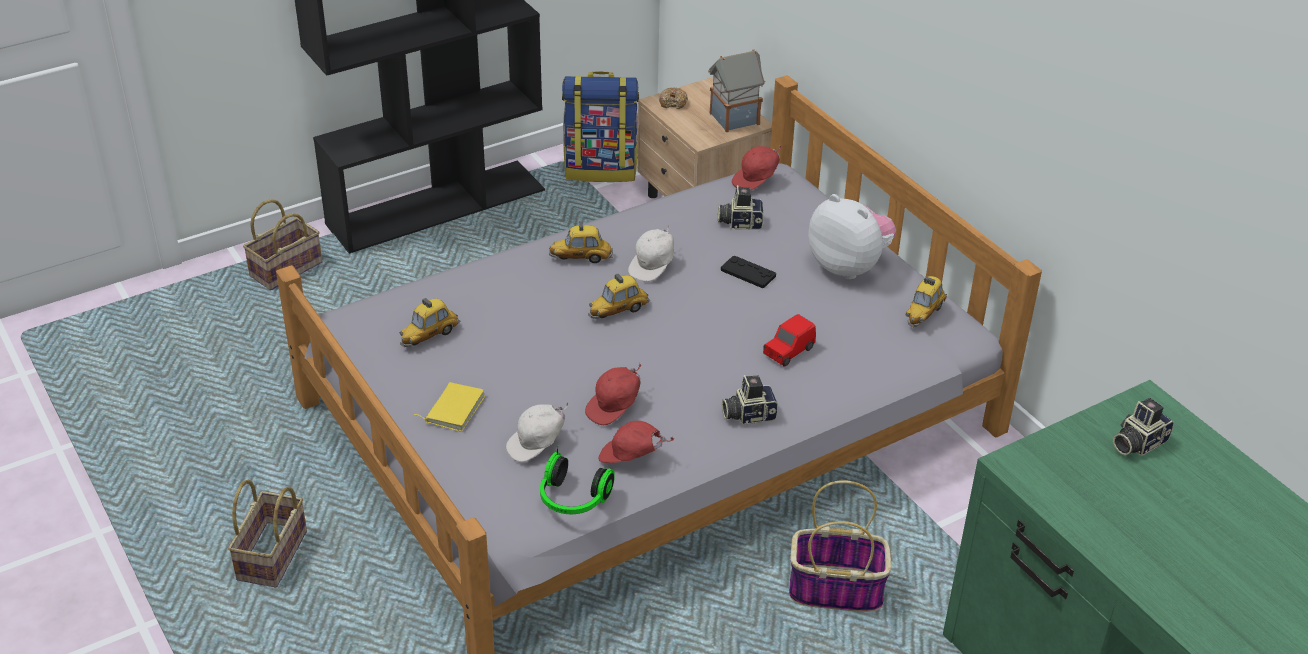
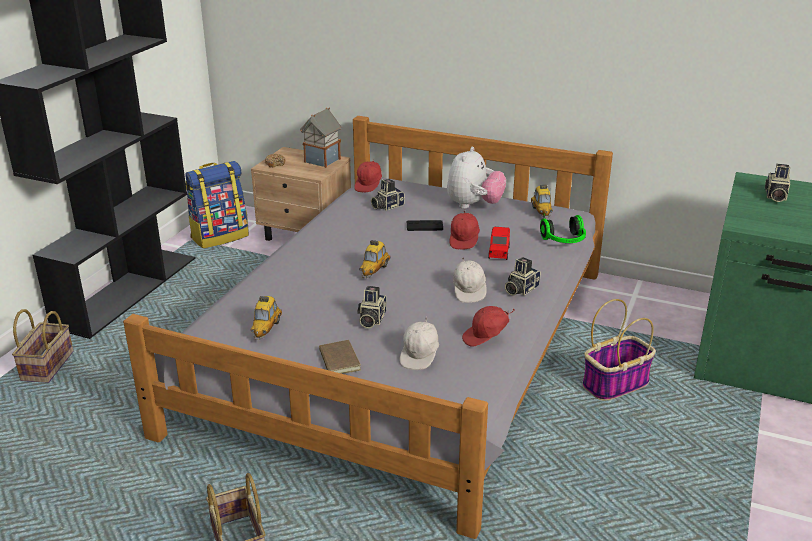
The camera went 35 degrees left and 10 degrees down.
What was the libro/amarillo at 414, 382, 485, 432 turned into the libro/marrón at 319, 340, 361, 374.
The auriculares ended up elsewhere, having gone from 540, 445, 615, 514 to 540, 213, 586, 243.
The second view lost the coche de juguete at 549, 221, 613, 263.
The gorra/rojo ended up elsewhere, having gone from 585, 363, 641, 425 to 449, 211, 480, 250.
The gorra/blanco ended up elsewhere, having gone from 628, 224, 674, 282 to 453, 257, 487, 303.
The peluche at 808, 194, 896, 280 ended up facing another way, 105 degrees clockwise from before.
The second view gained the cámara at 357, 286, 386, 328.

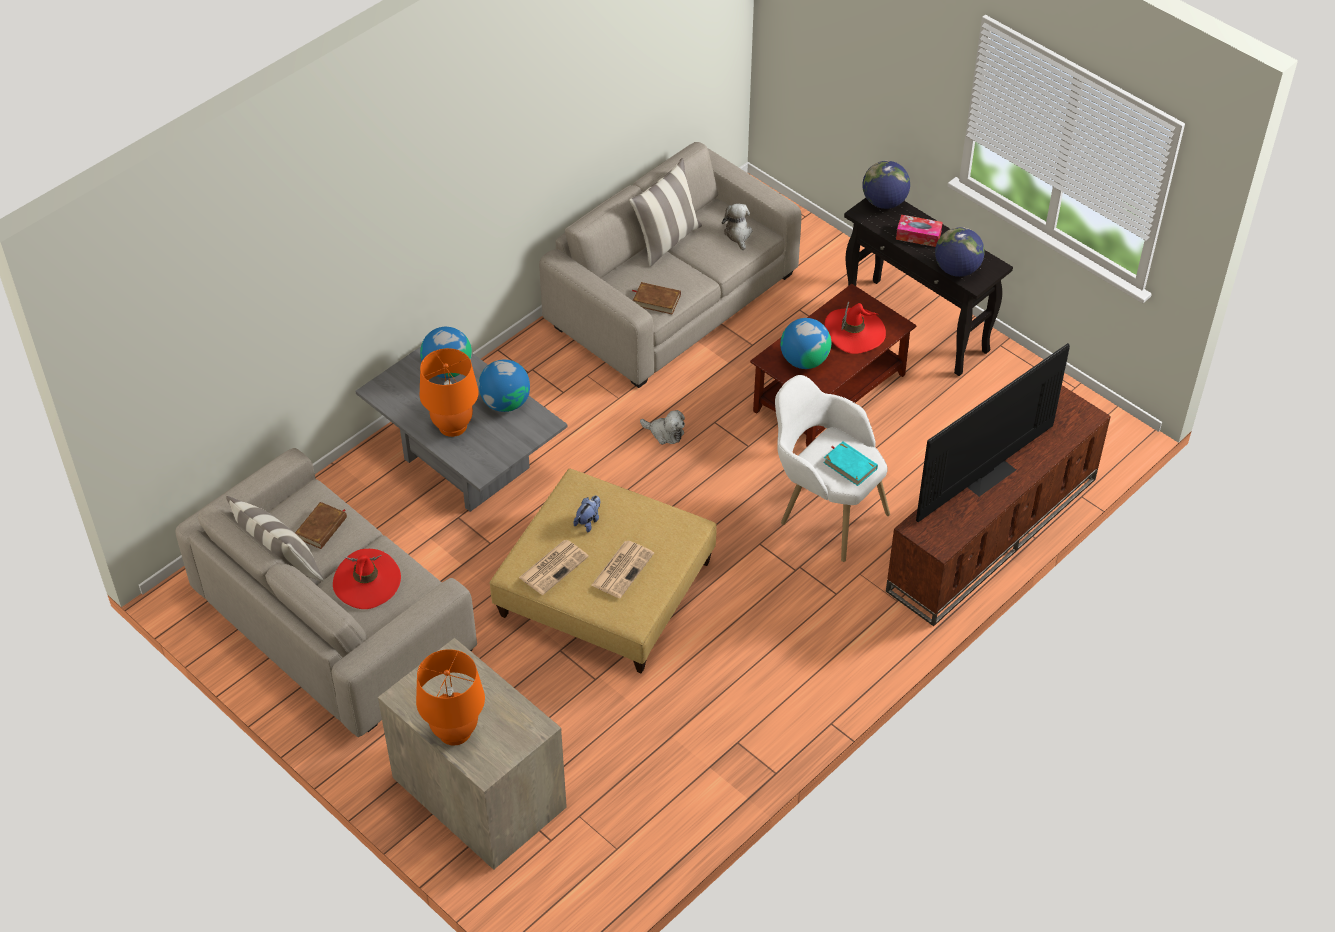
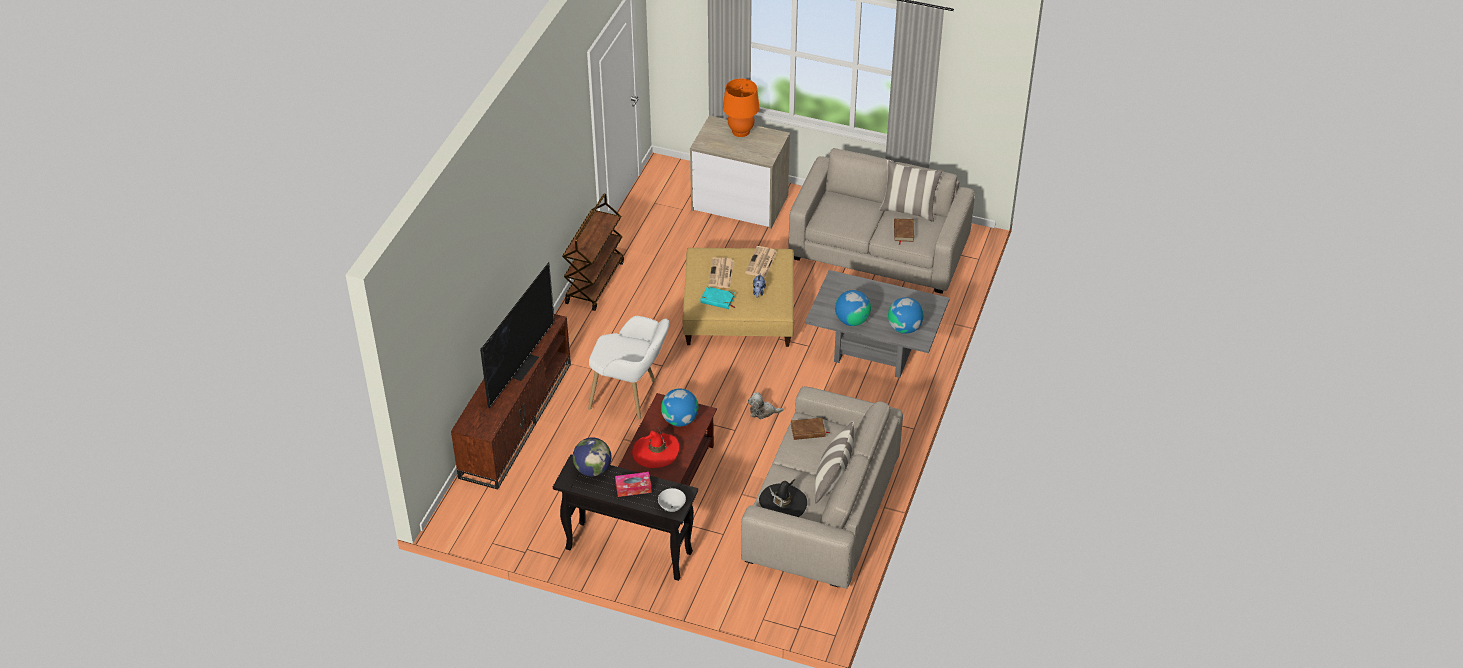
The camera went 155 degrees right and 5 degrees down.
The second view lost the sombrero/rojo at 333, 549, 401, 609.
The second view lost the lámpara de mesa/naranja at 420, 348, 479, 437.
Where the peluche stood at 722, 203, 752, 250, the sombrero/negro came to stand at 759, 479, 807, 517.
The libro/turquesa ended up elsewhere, having gone from 823, 441, 878, 486 to 700, 286, 735, 309.
Where the globo terráqueo stood at 862, 161, 910, 209, the cuenco/blanco came to stand at 658, 488, 686, 512.
The second view gained the carrito/marrón at 562, 194, 624, 311.

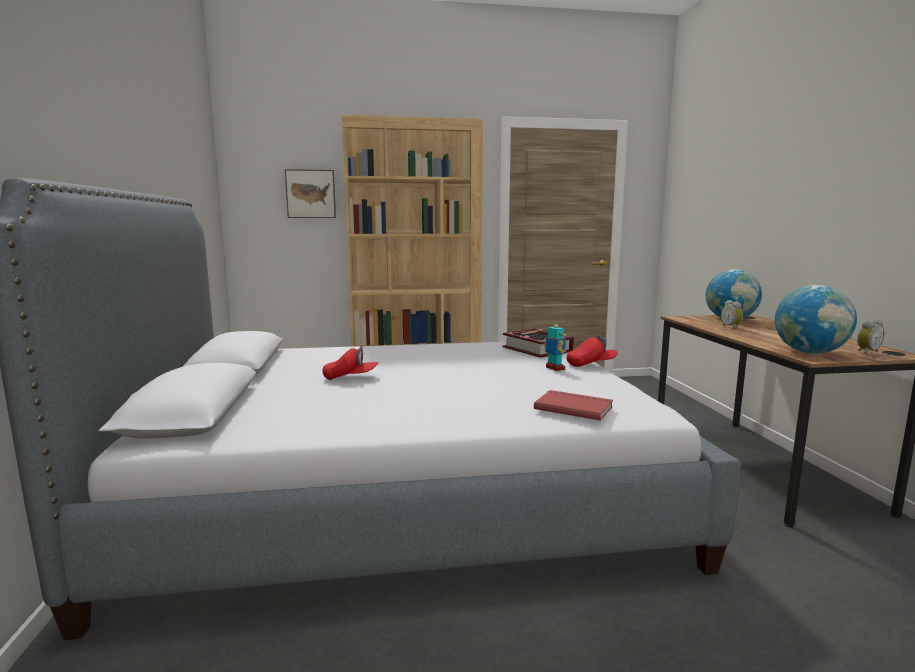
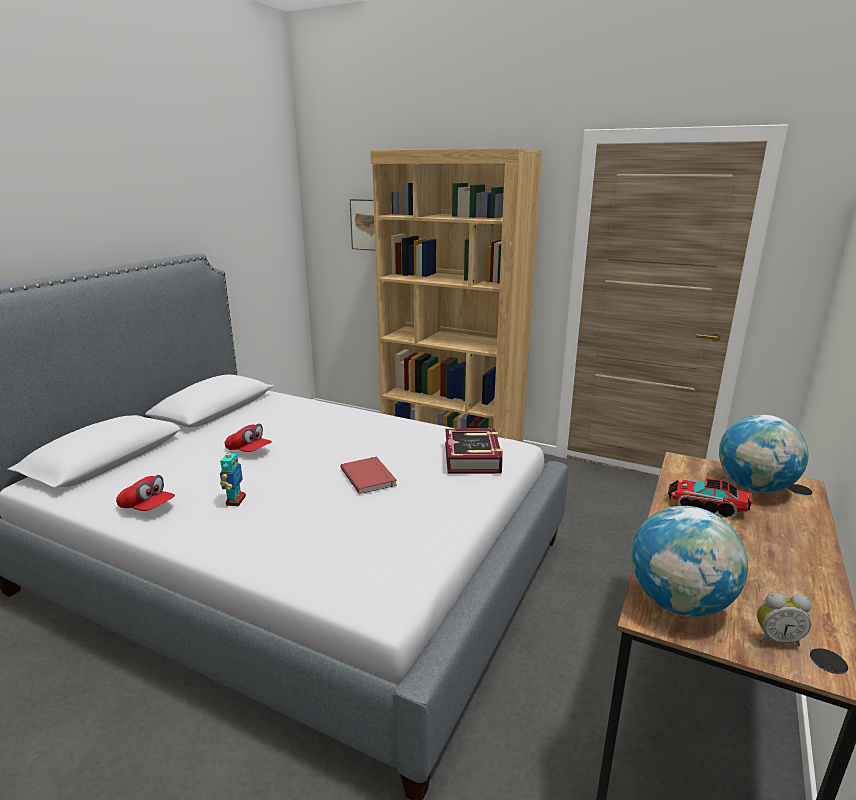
The camera went 35 degrees right and 10 degrees up.
The libro/rojo ended up elsewhere, having gone from 534, 390, 613, 421 to 341, 457, 397, 494.
The robot de juguete ended up elsewhere, having gone from 544, 319, 566, 371 to 220, 453, 246, 506.
The gorra/rojo ended up elsewhere, having gone from 567, 335, 618, 367 to 116, 475, 175, 511.
Where the despertador stood at 721, 300, 743, 329, the camión de juguete came to stand at 667, 477, 753, 518.

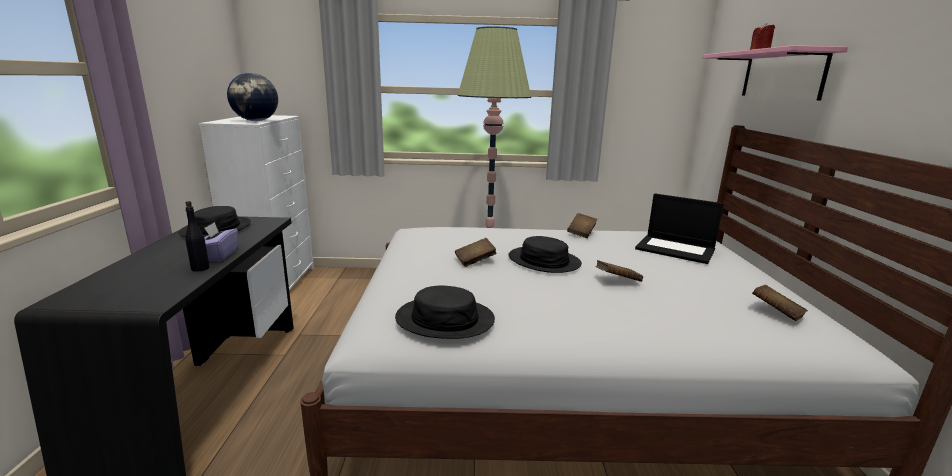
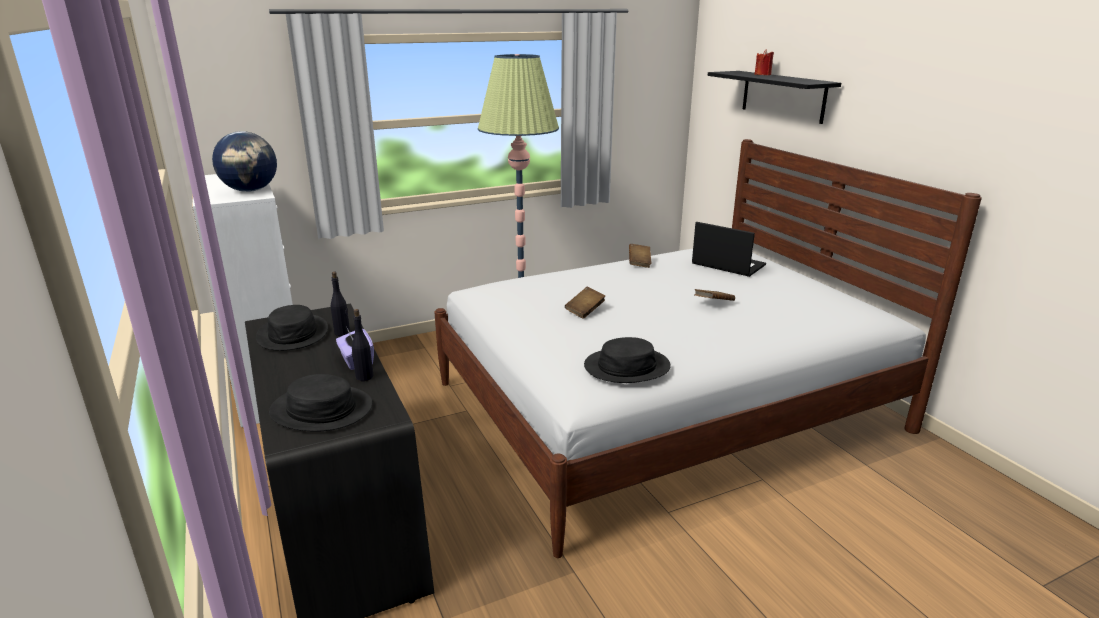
The camera went 25 degrees left and 5 degrees up.
The sombrero/negro ended up elsewhere, having gone from 508, 236, 582, 273 to 269, 374, 372, 432.
The portátil at 635, 194, 724, 264 ended up facing another way, 150 degrees counterclockwise from before.
What was the estante/rosa at 703, 45, 848, 101 turned into the estante/negro at 708, 71, 841, 124.
The second view lost the libro/marrón at 752, 285, 808, 321.
The second view gained the botella/negro at 331, 272, 350, 336.

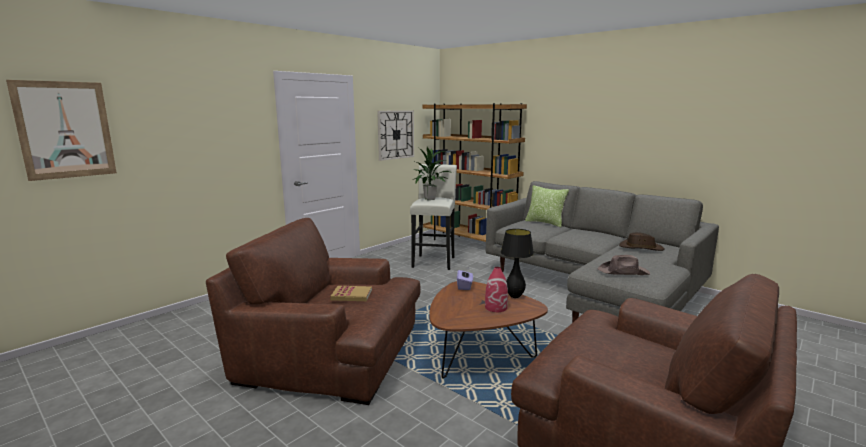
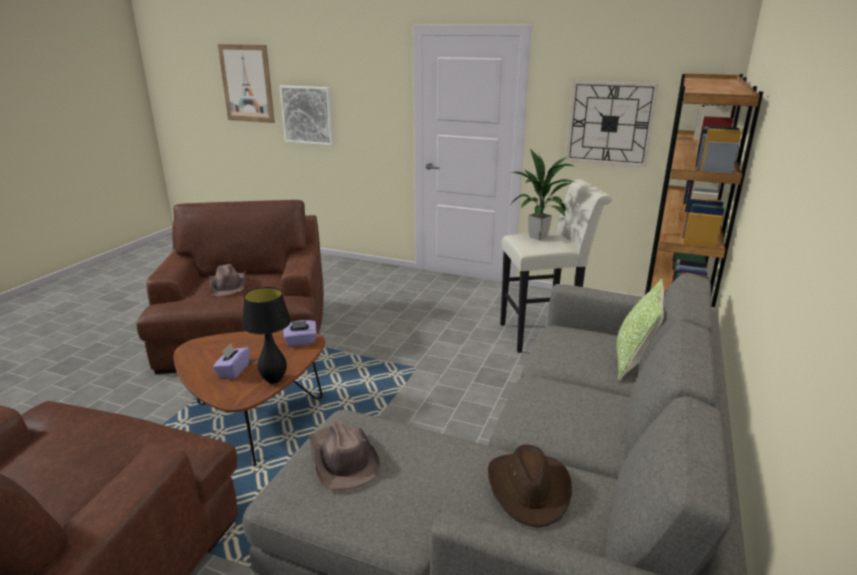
The camera went 70 degrees right and 10 degrees up.
Where the libro stood at 330, 286, 372, 301, the sombrero/marrón came to stand at 209, 264, 246, 296.
Where the florero/rojo stood at 485, 267, 508, 312, the caja de pañuelos/morado came to stand at 213, 343, 250, 379.
The second view gained the cuadro at 280, 85, 334, 146.

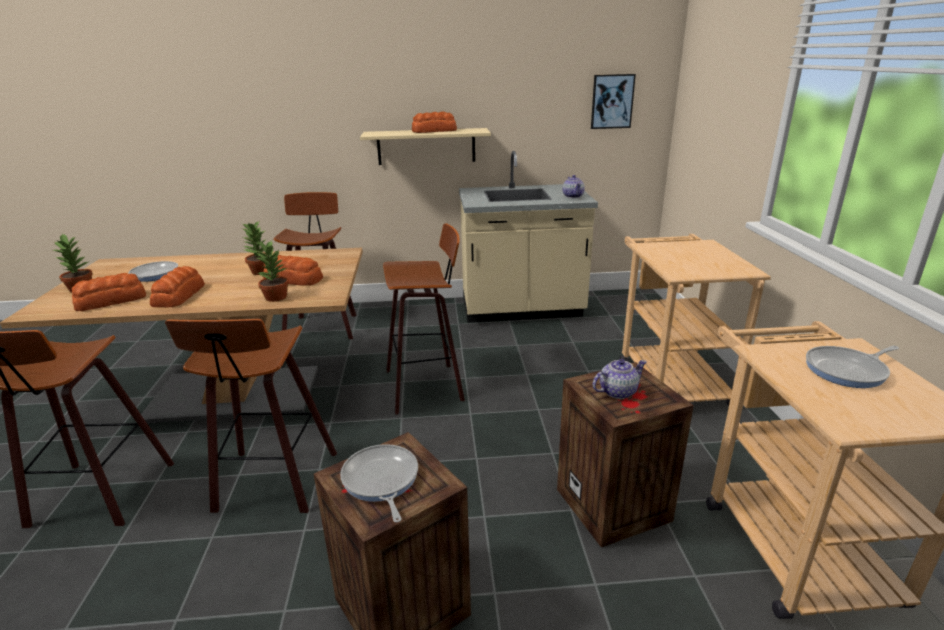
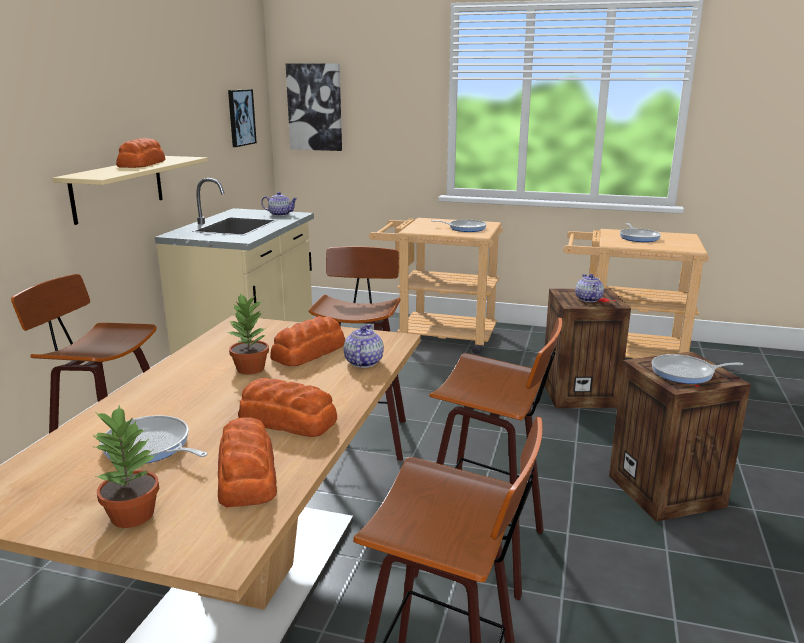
The camera went 70 degrees left and 5 degrees down.
Where the planta en maceta stood at 253, 241, 289, 302, the tetera came to stand at 344, 324, 384, 368.
The second view gained the cuadro at 286, 63, 342, 151.
The second view gained the sartén at 431, 220, 487, 232.

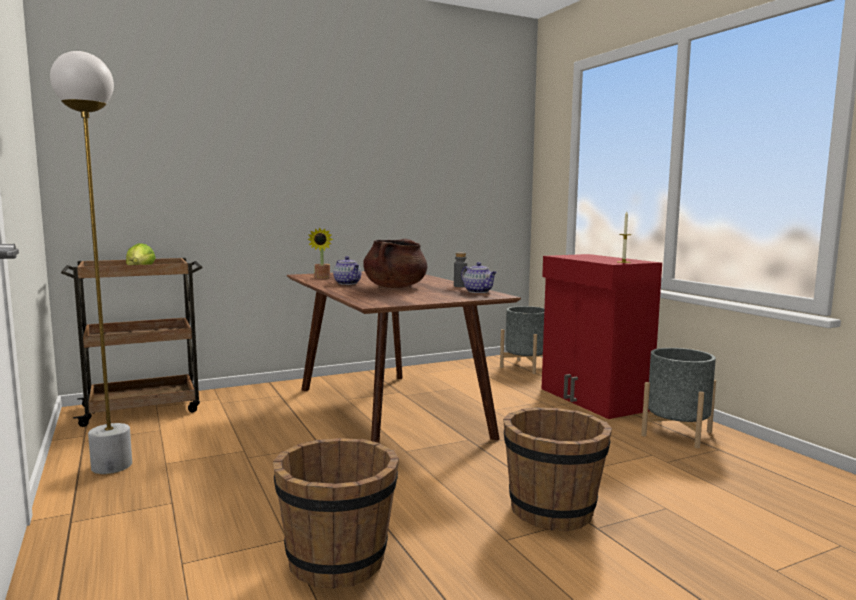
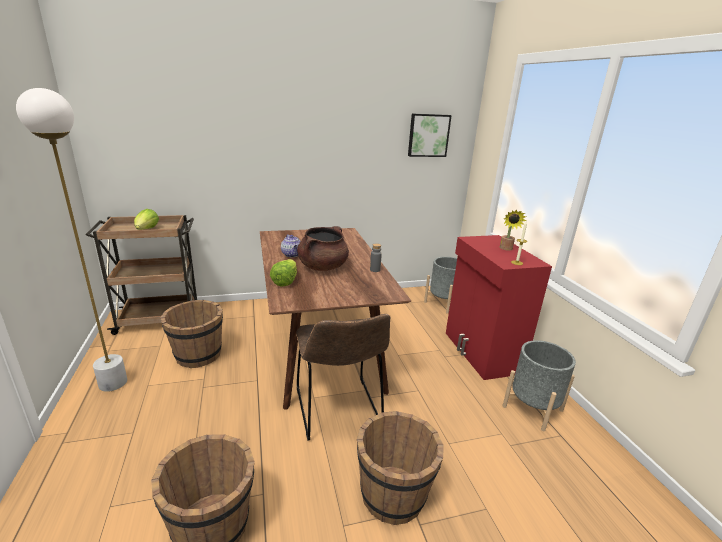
The camera went 10 degrees right and 15 degrees up.
The planta en maceta ended up elsewhere, having gone from 307, 228, 333, 279 to 500, 210, 526, 250.
The second view lost the tetera at 461, 262, 497, 293.
The second view gained the cubo/marrón at 160, 300, 223, 368.
The second view gained the lechuga at 270, 259, 297, 287.
The second view gained the silla/marrón at 296, 314, 390, 441.
The second view gained the cuadro at 408, 113, 452, 157.

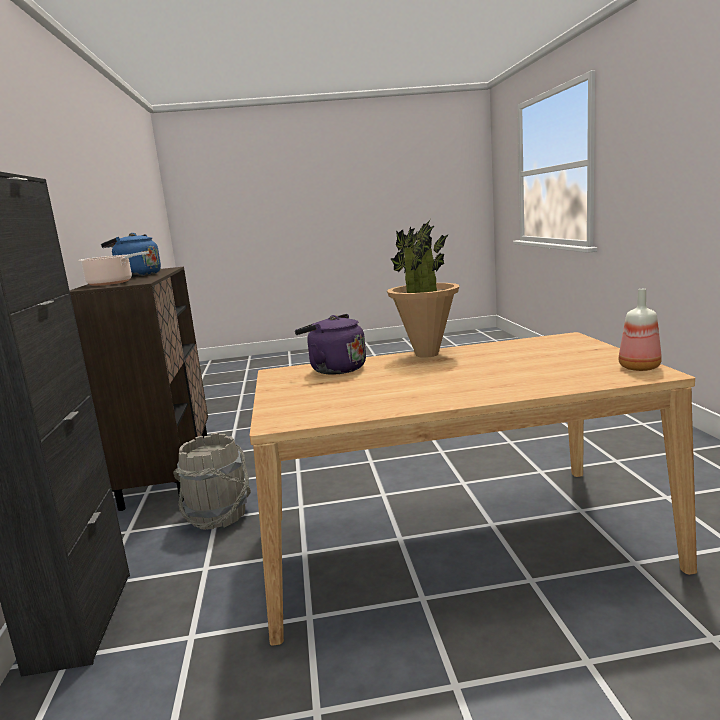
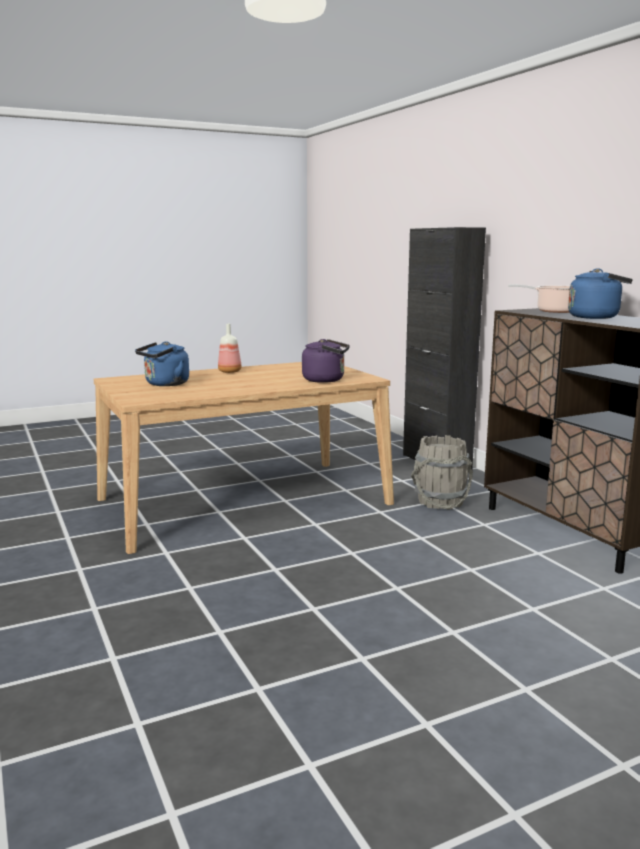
The camera went 160 degrees right and 0 degrees up.
The second view lost the planta en maceta at 387, 219, 459, 358.
The botella ended up elsewhere, having gone from 619, 289, 662, 371 to 218, 324, 242, 373.
The second view gained the hervidor/azul at 135, 341, 189, 386.

